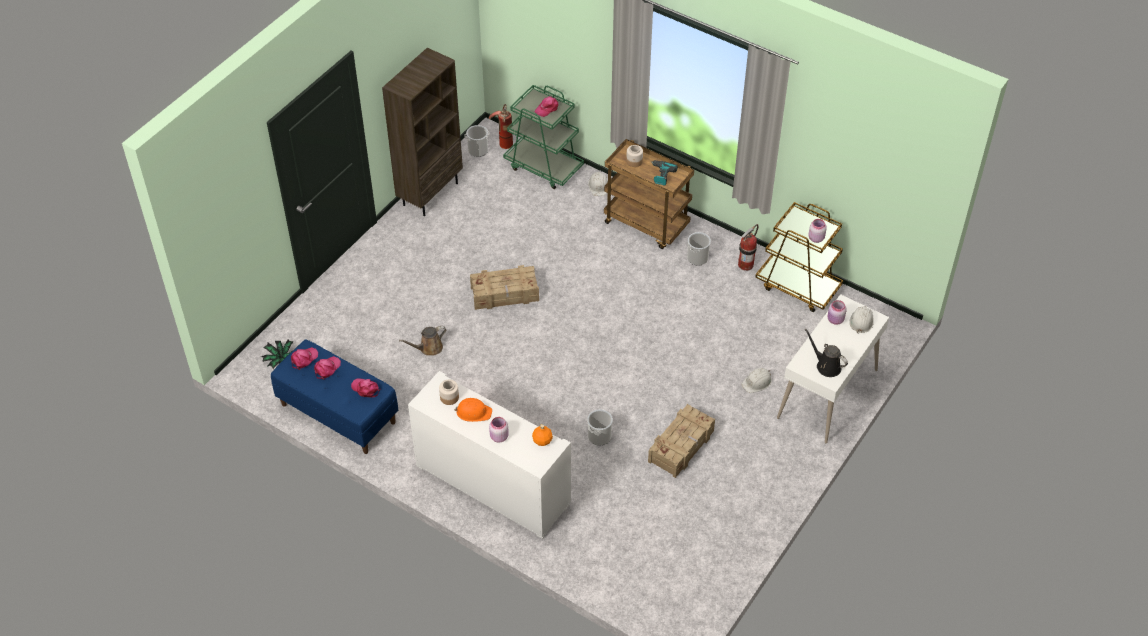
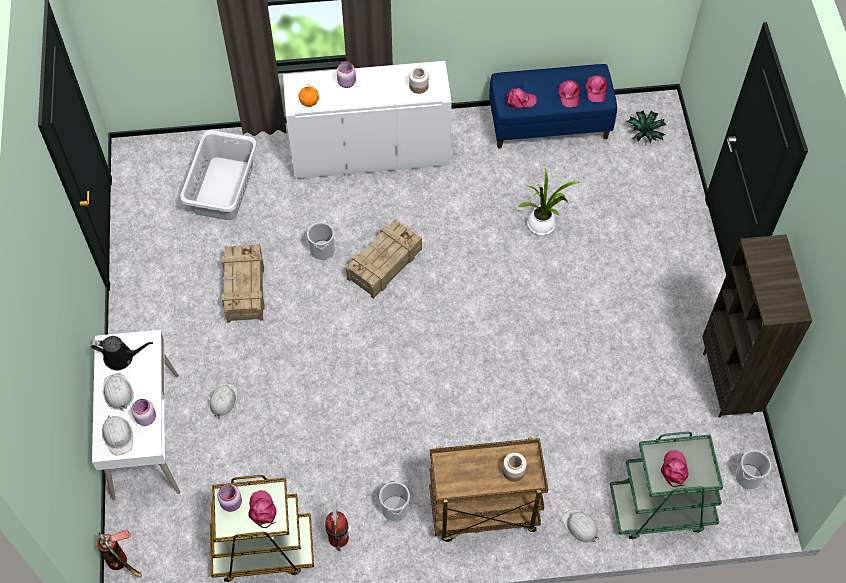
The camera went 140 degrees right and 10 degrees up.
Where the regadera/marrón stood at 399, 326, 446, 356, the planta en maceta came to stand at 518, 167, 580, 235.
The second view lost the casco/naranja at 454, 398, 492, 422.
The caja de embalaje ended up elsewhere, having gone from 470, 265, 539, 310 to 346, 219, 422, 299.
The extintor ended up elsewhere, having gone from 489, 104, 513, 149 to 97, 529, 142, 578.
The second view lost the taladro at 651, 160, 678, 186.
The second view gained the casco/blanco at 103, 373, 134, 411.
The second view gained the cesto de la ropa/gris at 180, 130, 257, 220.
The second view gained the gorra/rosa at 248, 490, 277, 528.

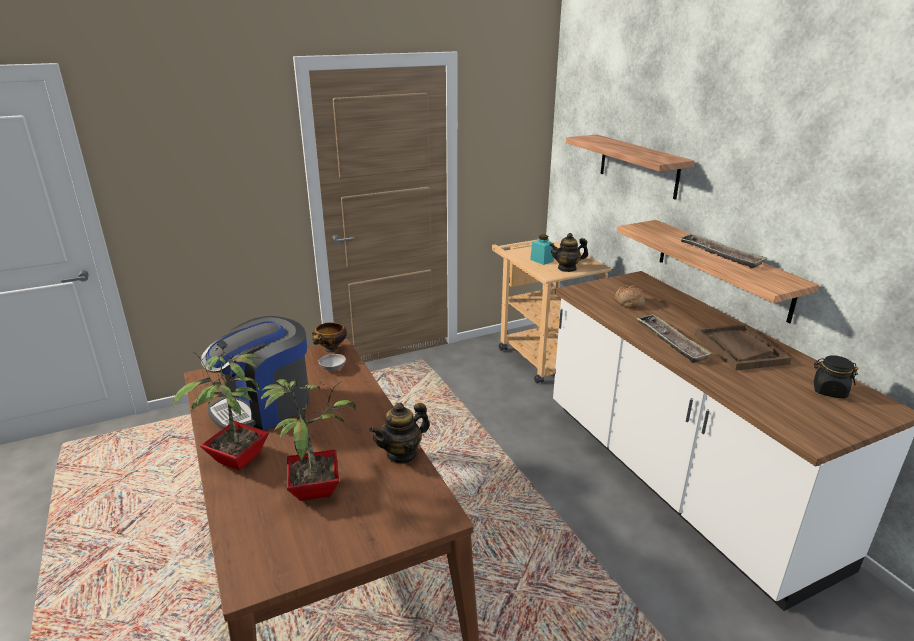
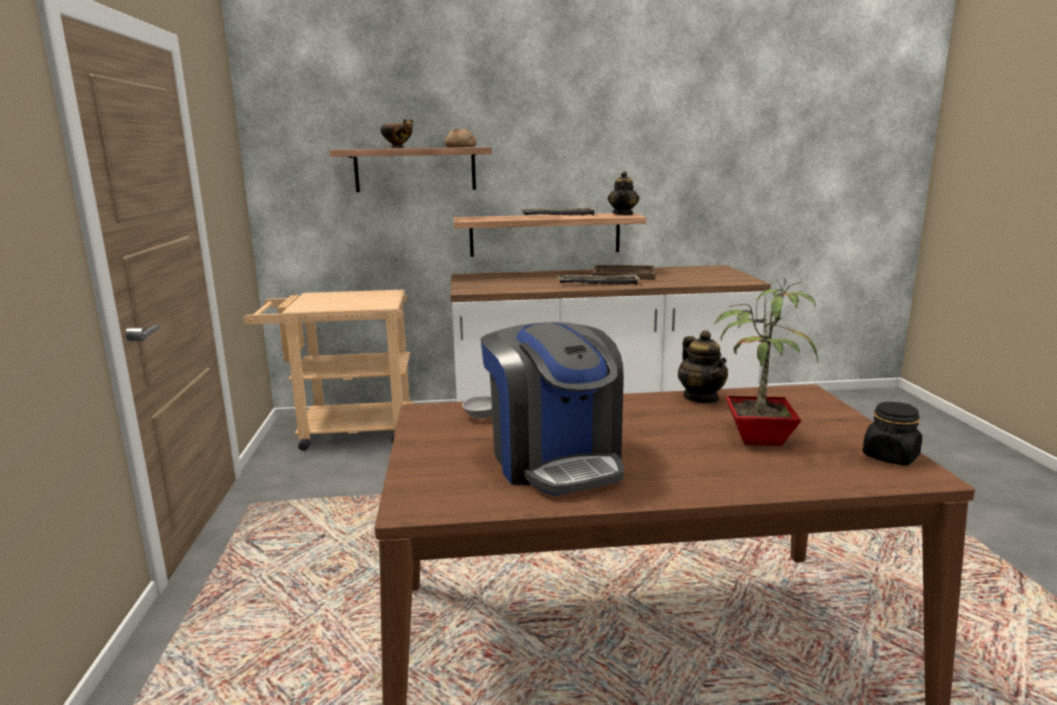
The camera went 70 degrees left and 10 degrees down.
The second view lost the planta en maceta at 173, 345, 269, 471.
The cuenco ended up elsewhere, having gone from 312, 323, 347, 352 to 381, 119, 413, 148.
The second view lost the tarro/turquesa at 530, 234, 554, 265.
The tetera ended up elsewhere, having gone from 549, 233, 588, 272 to 608, 171, 639, 215.
The pan ended up elsewhere, having gone from 615, 285, 645, 309 to 444, 129, 476, 148.
The tarro/negro ended up elsewhere, having gone from 814, 355, 859, 399 to 863, 402, 922, 465.

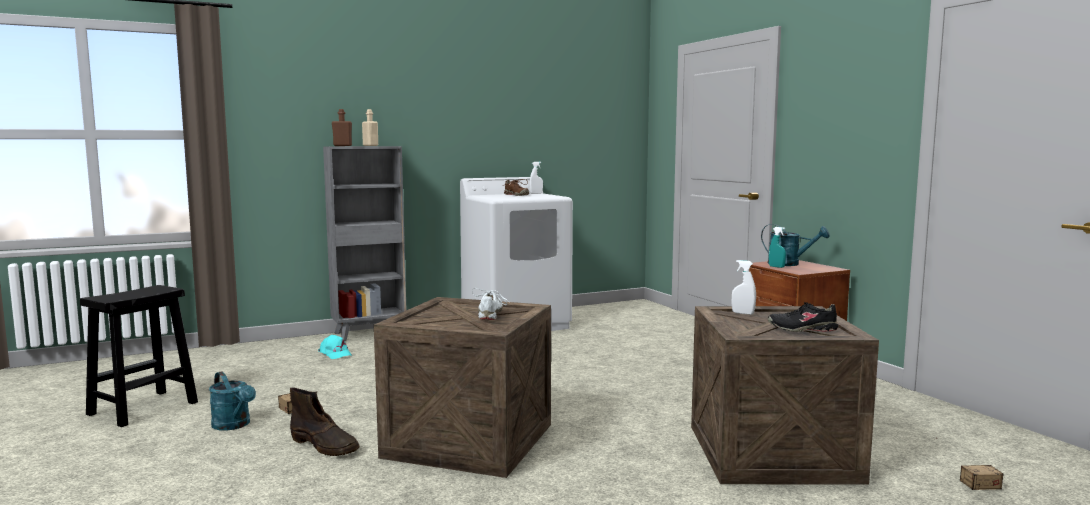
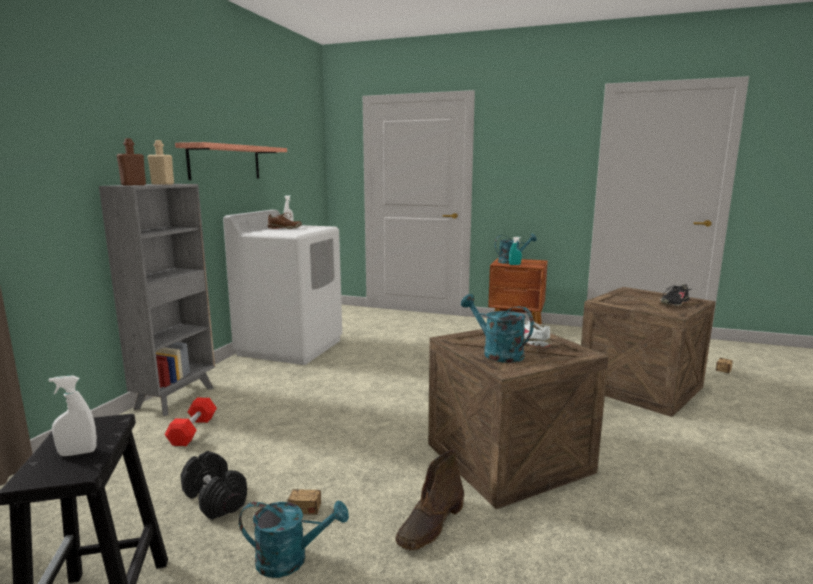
The camera went 45 degrees left and 5 degrees up.
The bota/marrón at 290, 388, 360, 456 ended up facing another way, 135 degrees clockwise from before.
Where the gorra/turquesa stood at 318, 335, 352, 359, the mancuerna/rojo came to stand at 164, 398, 217, 446.
The pulverizador/blanco ended up elsewhere, having gone from 732, 260, 756, 315 to 49, 375, 97, 456.
The second view gained the estante at 175, 142, 287, 180.
The second view gained the mancuerna/negro at 181, 451, 247, 520.
The second view gained the regadera/turquesa at 461, 294, 534, 363.

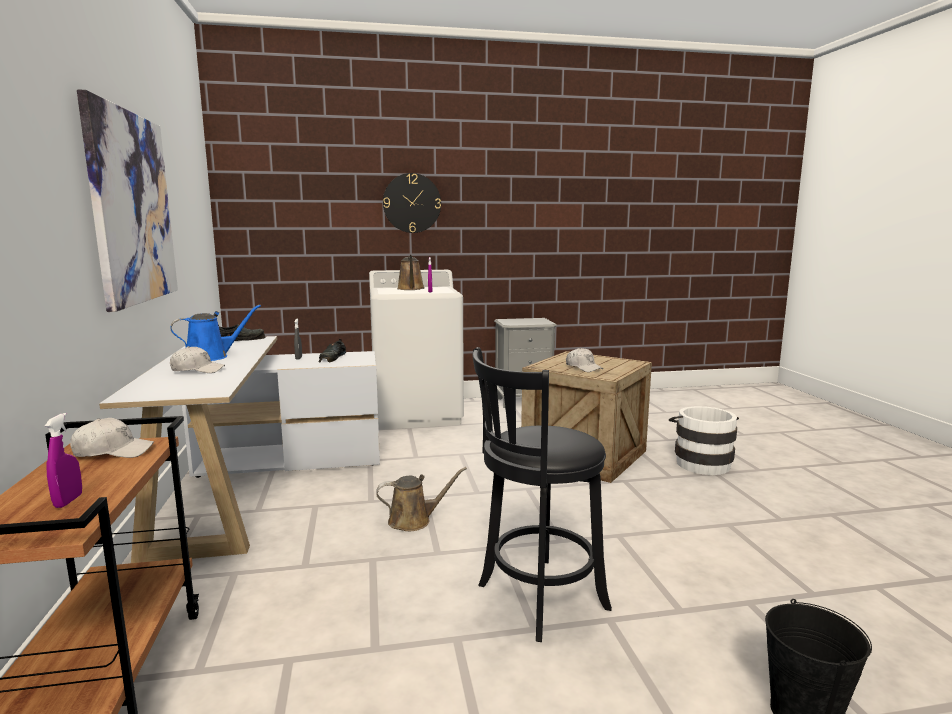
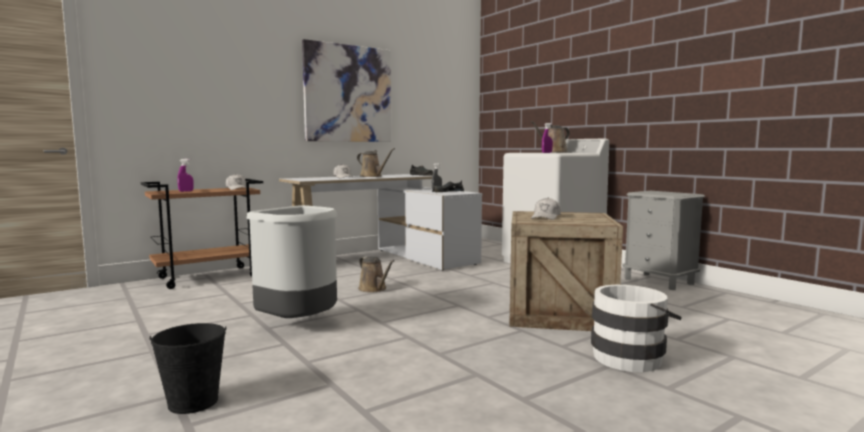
The camera went 65 degrees right and 5 degrees down.
What was the regadera/azul at 170, 305, 261, 361 turned into the regadera/marrón at 357, 148, 395, 177.
The second view lost the reloj de pared at 383, 173, 441, 233.
Where the taburete/negro stood at 472, 347, 612, 642, the papelera/gris came to stand at 247, 205, 338, 318.

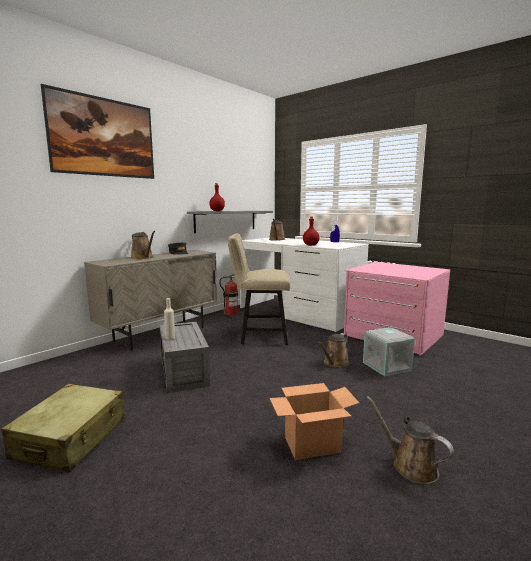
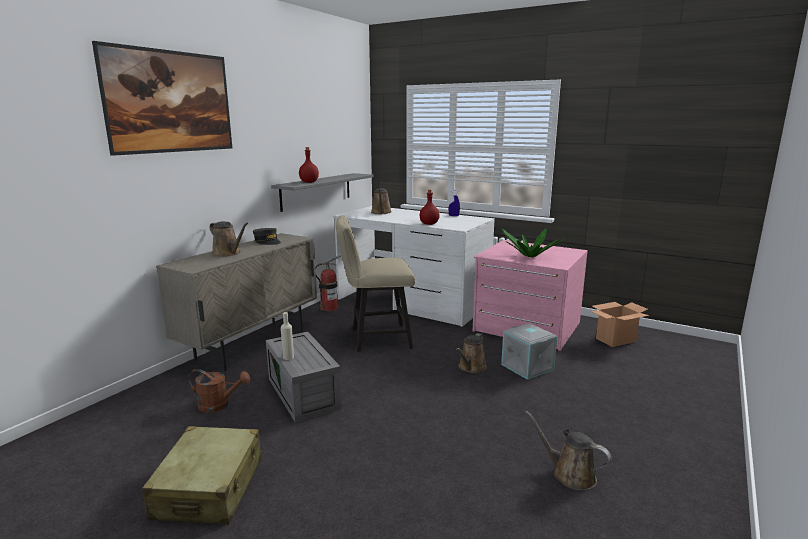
The camera went 10 degrees left and 5 degrees up.
The caja de cartón ended up elsewhere, having gone from 270, 383, 359, 460 to 591, 302, 649, 347.
The second view gained the regadera/marrón at 188, 369, 251, 413.
The second view gained the planta en maceta at 502, 228, 565, 257.

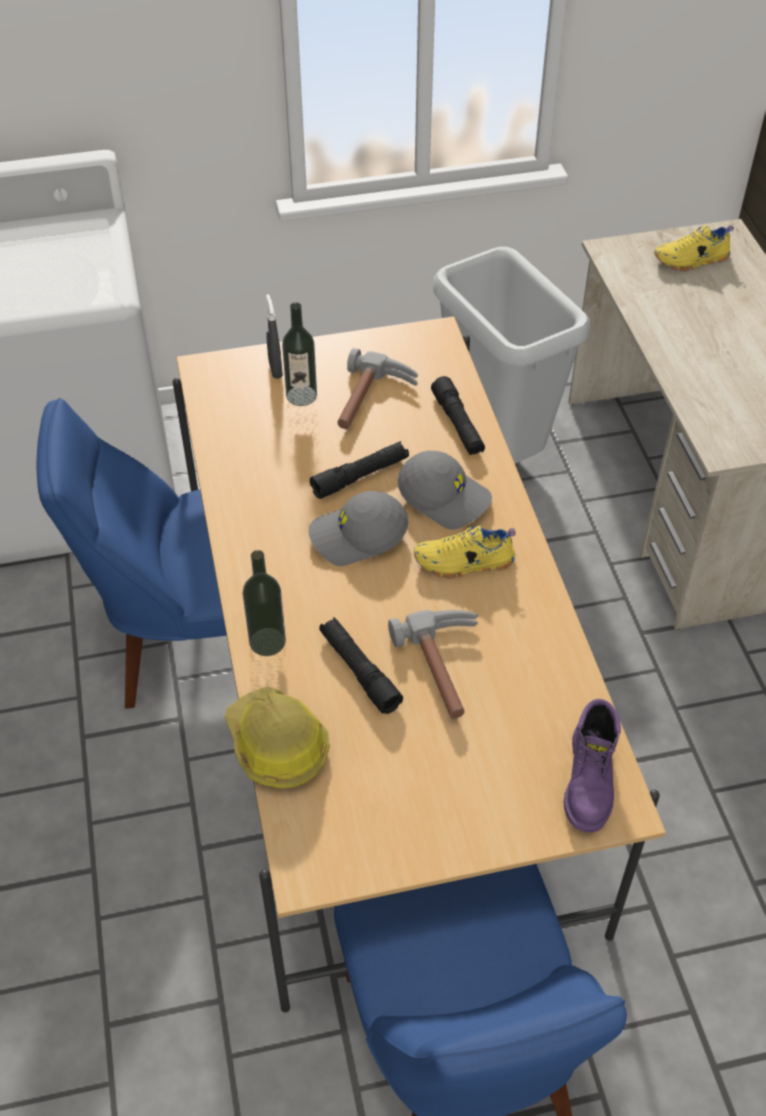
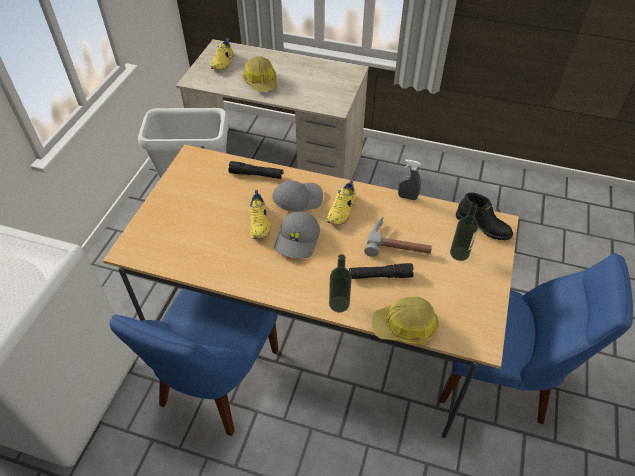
The camera went 60 degrees left and 0 degrees up.
The pulverizador/gris ended up elsewhere, having gone from 266, 294, 283, 379 to 398, 159, 421, 200.
The botella ended up elsewhere, having gone from 282, 302, 317, 406 to 450, 203, 478, 261.
Where the linterna/negro stood at 310, 441, 409, 499, the zapato/amarillo came to stand at 249, 190, 270, 239.
The second view lost the martillo at 337, 348, 418, 429.
What was the bota/morado at 563, 699, 621, 833 turned into the bota/negro at 456, 192, 513, 240.
The second view gained the casco at 242, 56, 278, 92.

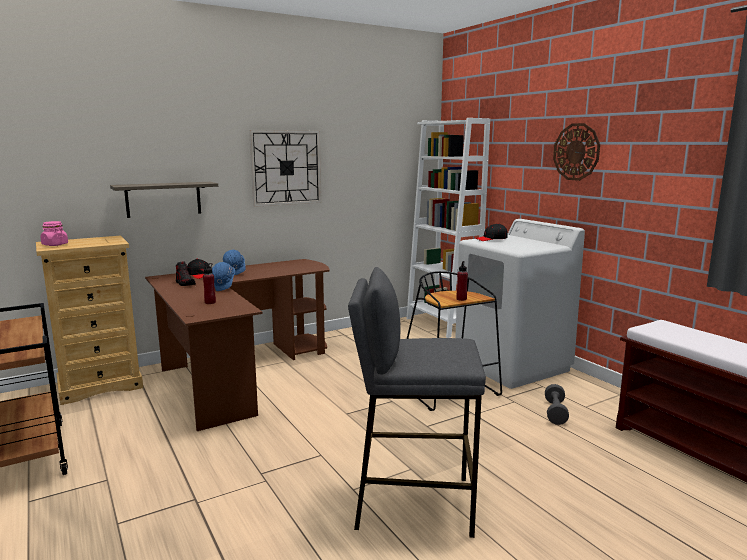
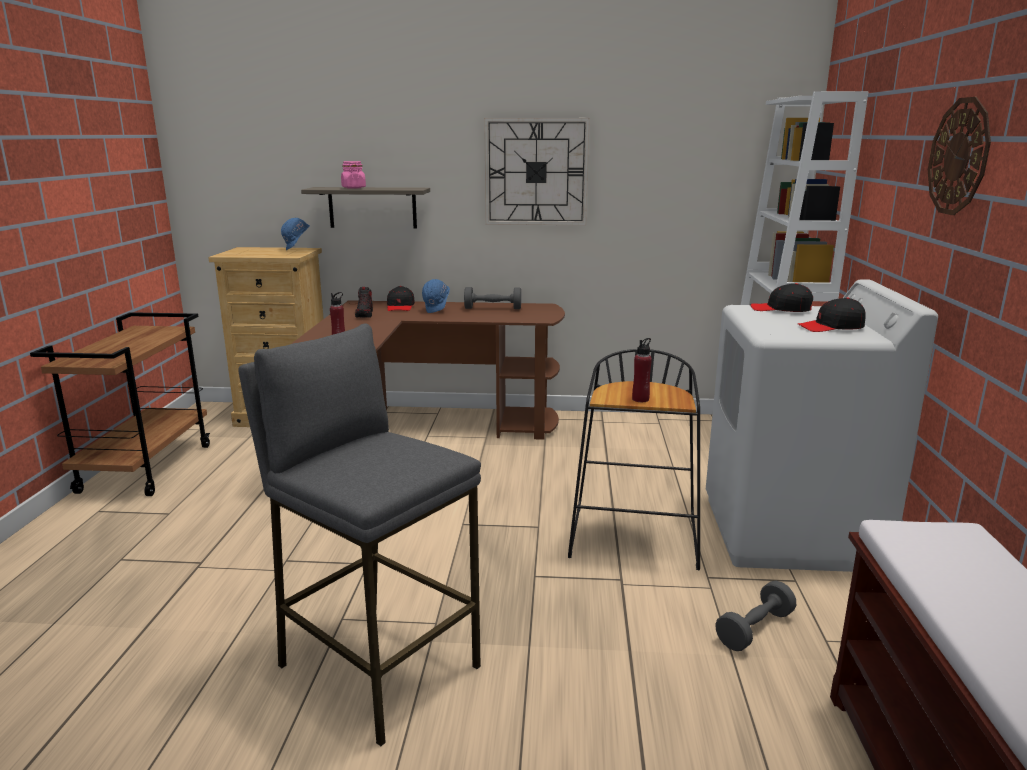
The camera went 35 degrees right and 5 degrees up.
The tarro/rosa ended up elsewhere, having gone from 40, 221, 68, 246 to 341, 161, 366, 189.
The casco/azul ended up elsewhere, having gone from 212, 262, 235, 291 to 281, 218, 310, 250.
The second view gained the mancuerna/gris at 464, 287, 521, 309.
The second view gained the gorra/negro at 798, 297, 866, 332.

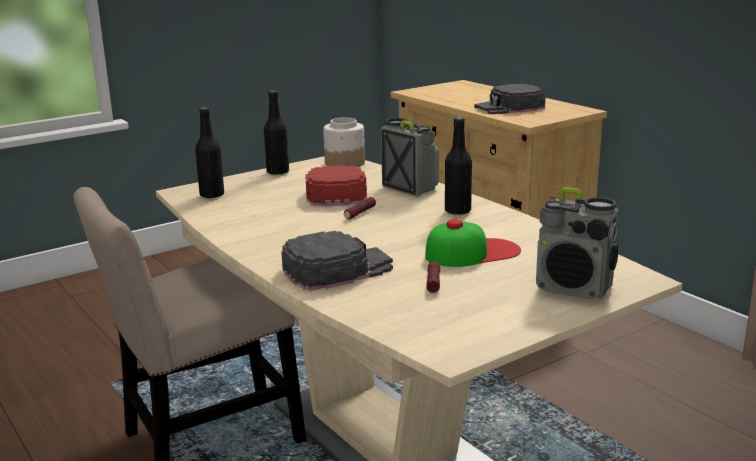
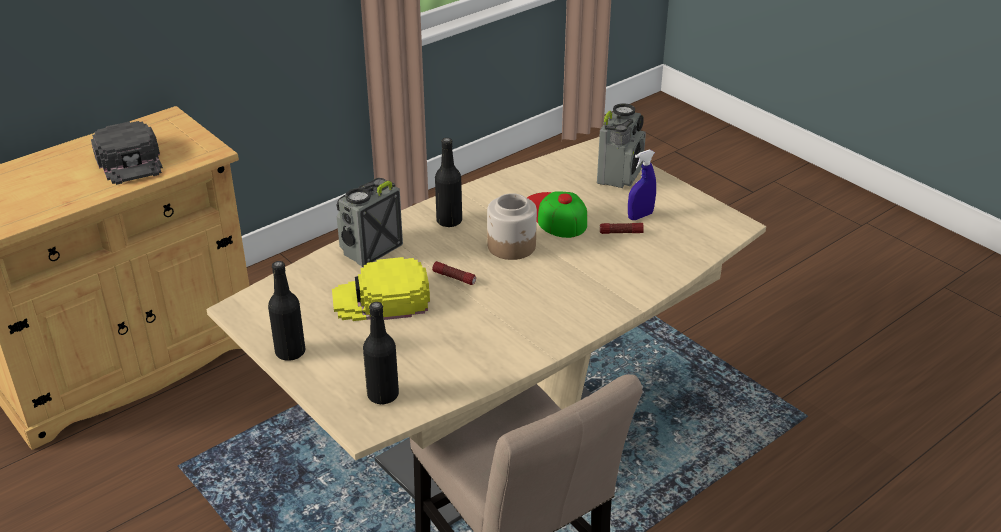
The camera went 95 degrees left and 15 degrees up.
The second view lost the gorra/negro at 281, 231, 393, 291.
What was the gorra/rojo at 305, 165, 367, 206 turned into the gorra/amarillo at 332, 257, 430, 321.
The tarro ended up elsewhere, having gone from 323, 118, 365, 167 to 487, 193, 537, 260.
The second view gained the pulverizador/azul at 628, 149, 656, 220.

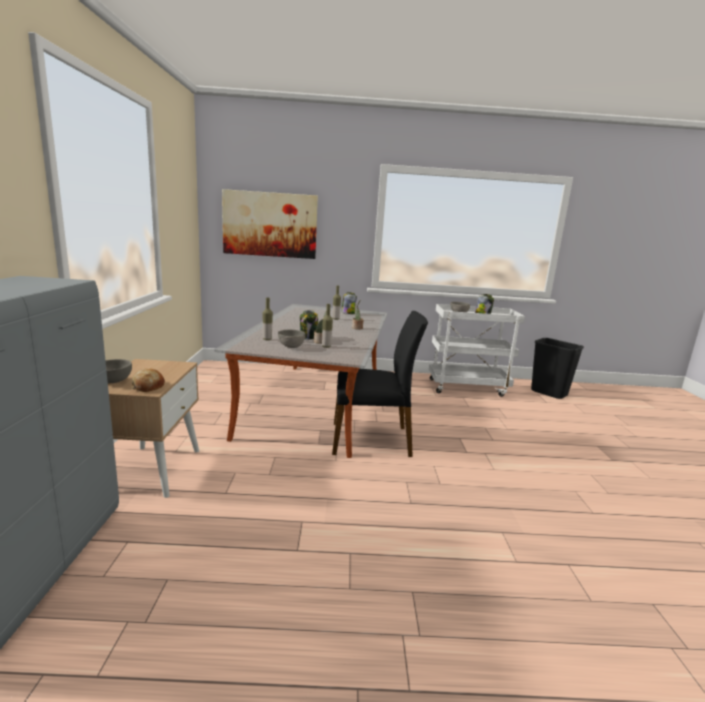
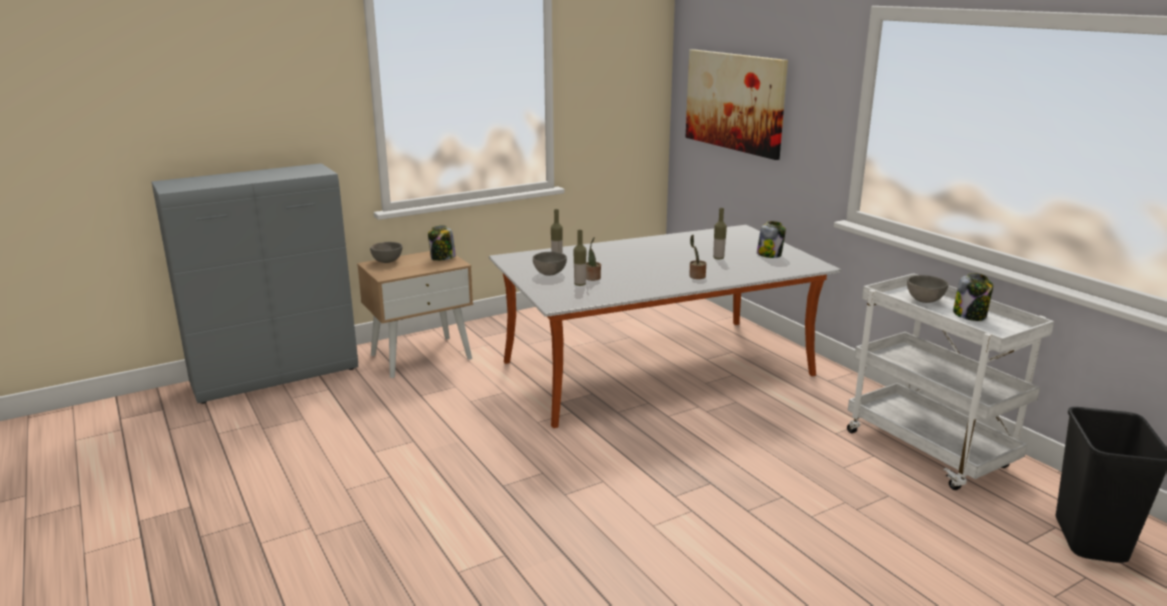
The camera went 60 degrees right and 5 degrees up.
The second view lost the pan at 132, 369, 165, 392.
The tarro ended up elsewhere, having gone from 300, 310, 318, 340 to 428, 225, 456, 261.
The second view lost the silla/negro at 332, 311, 428, 457.

